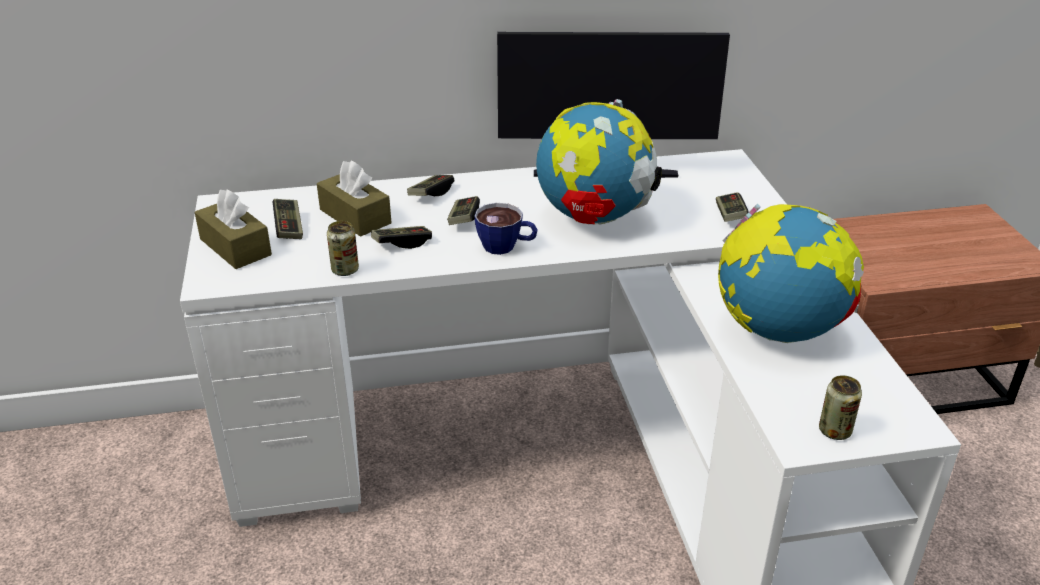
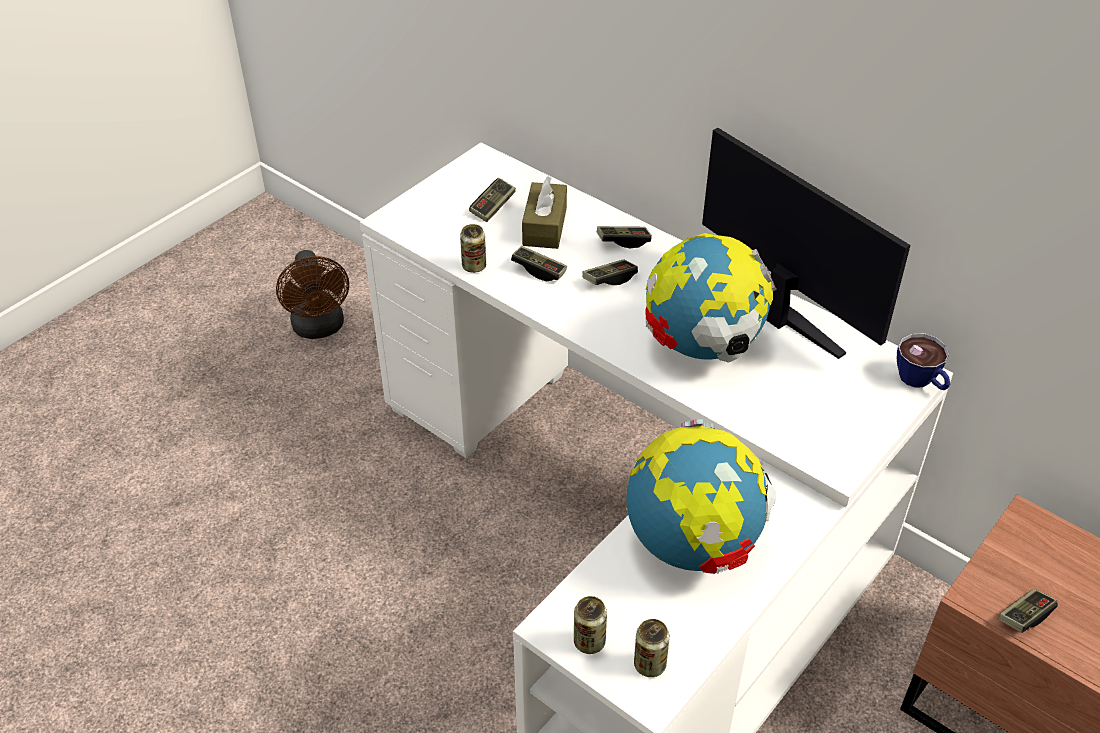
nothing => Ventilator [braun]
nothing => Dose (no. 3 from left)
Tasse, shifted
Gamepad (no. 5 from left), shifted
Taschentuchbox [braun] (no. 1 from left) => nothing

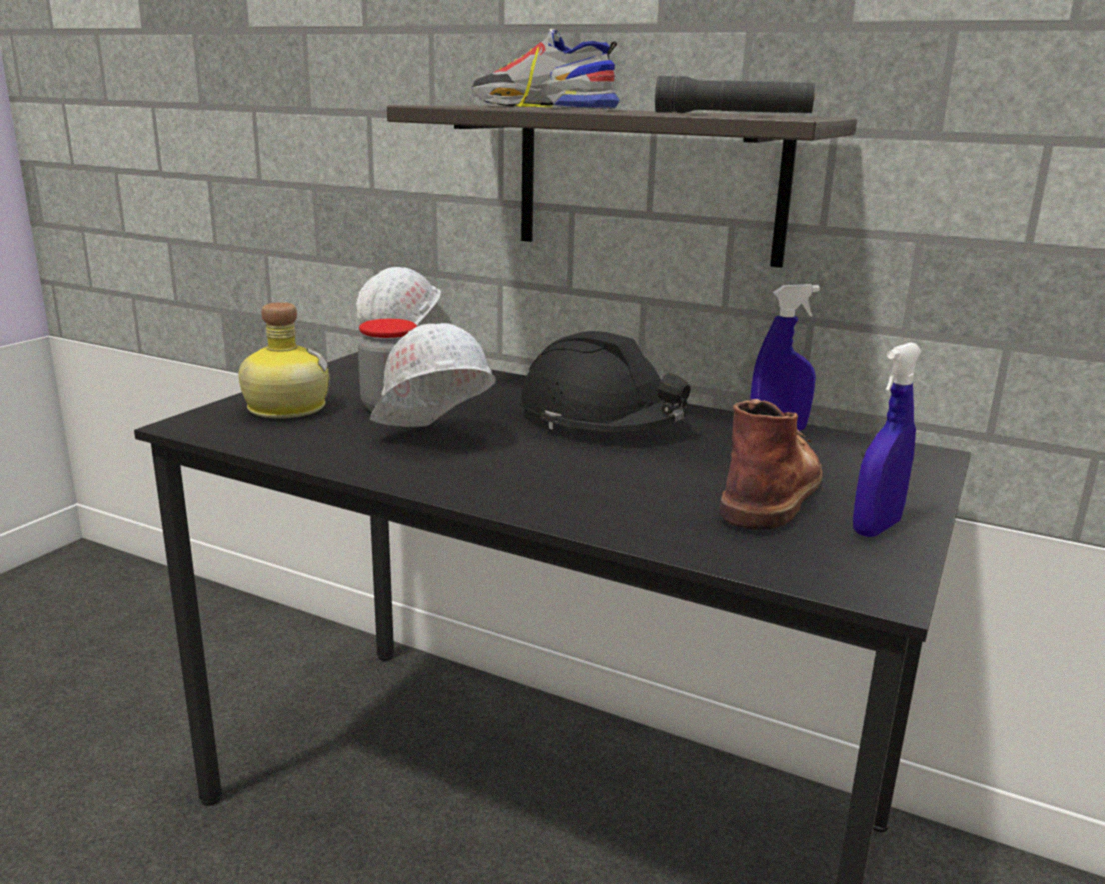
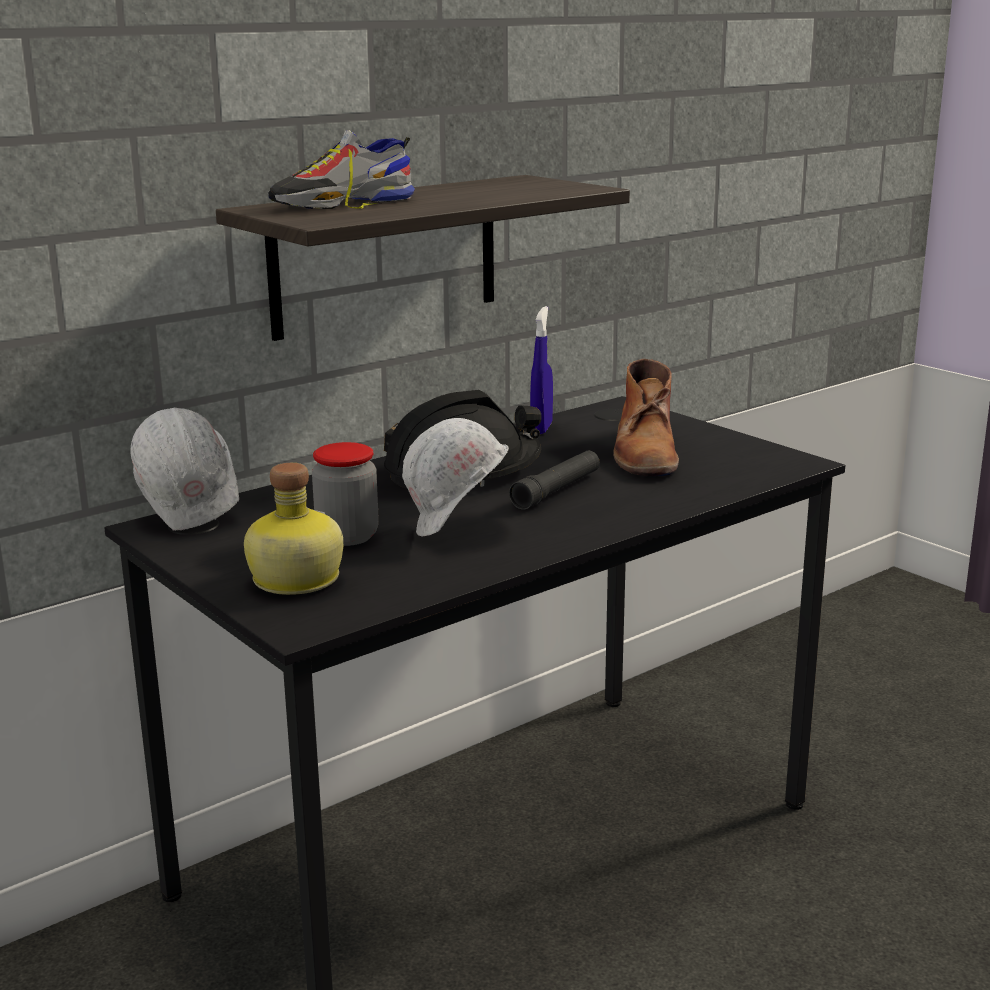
Taschenlampe [schwarz], shifted
Stiefel [braun], 135 degrees counterclockwise
Sprühflasche [blau] (no. 2 from left) => nothing

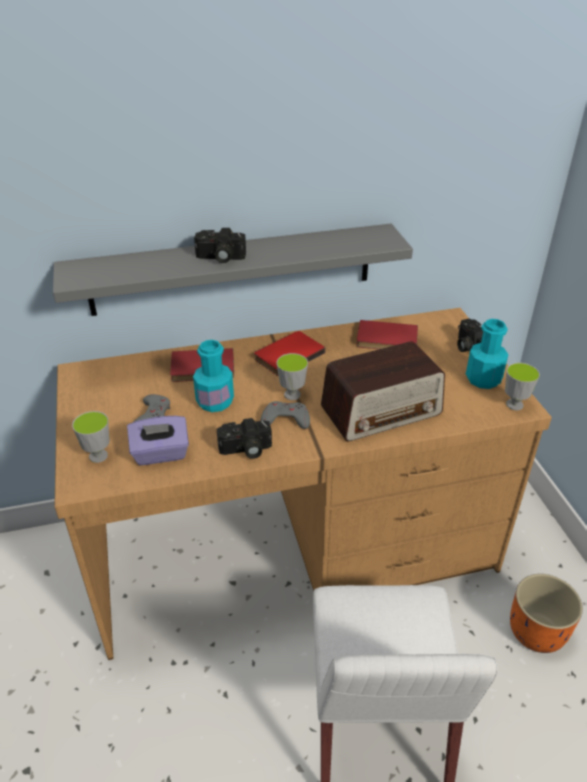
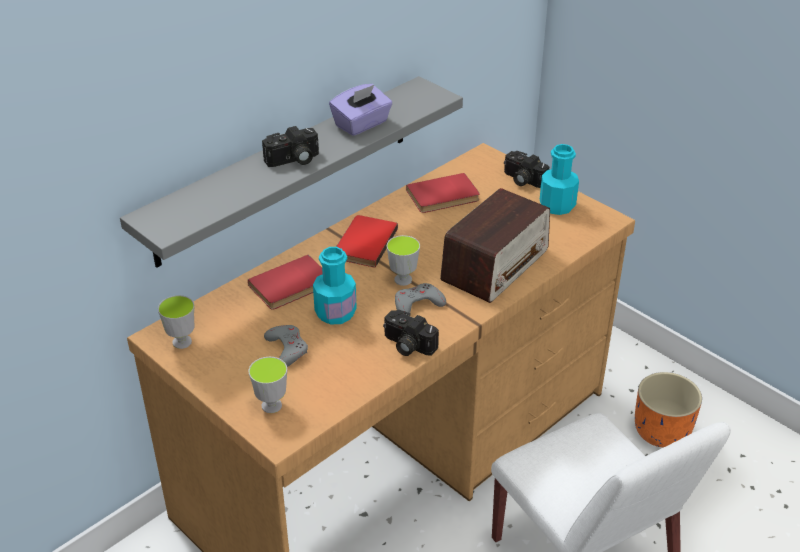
Tasse (no. 3 from left in the first image) => Tasse (no. 1 from left), shifted
Taschentuchbox [lila], shifted
Kamera (no. 2 from left), 75 degrees clockwise

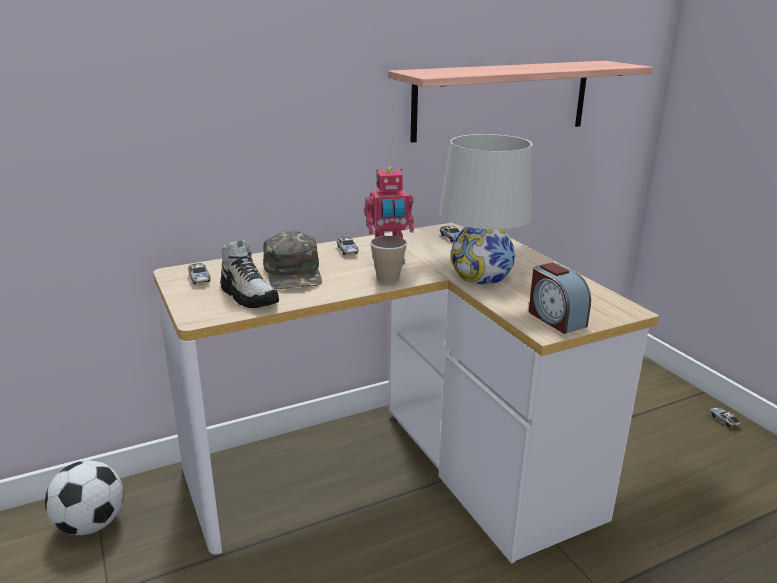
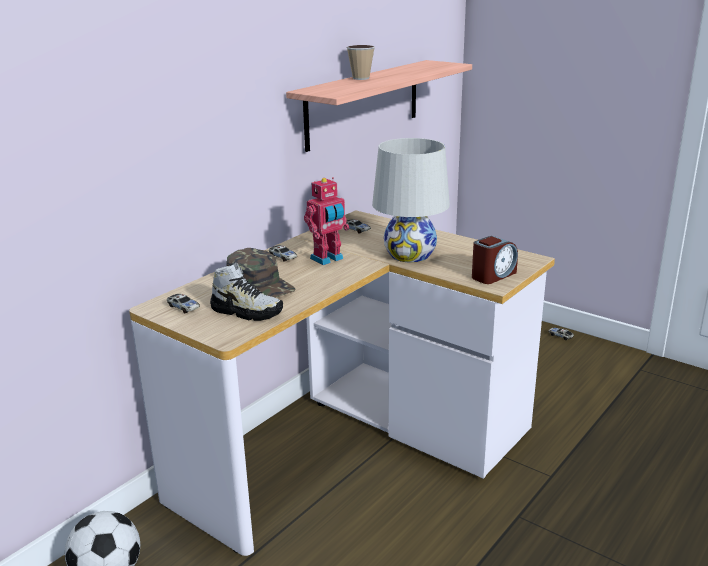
Tasse, shifted
Wecker, 75 degrees counterclockwise

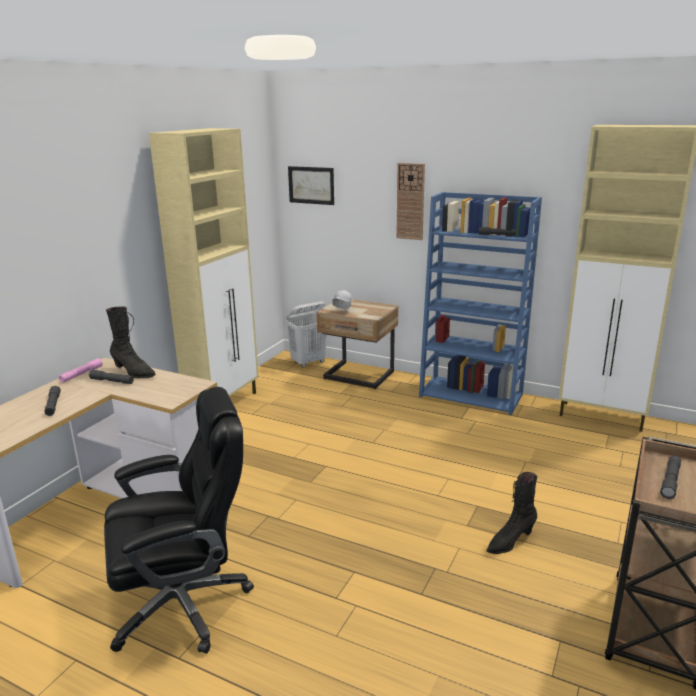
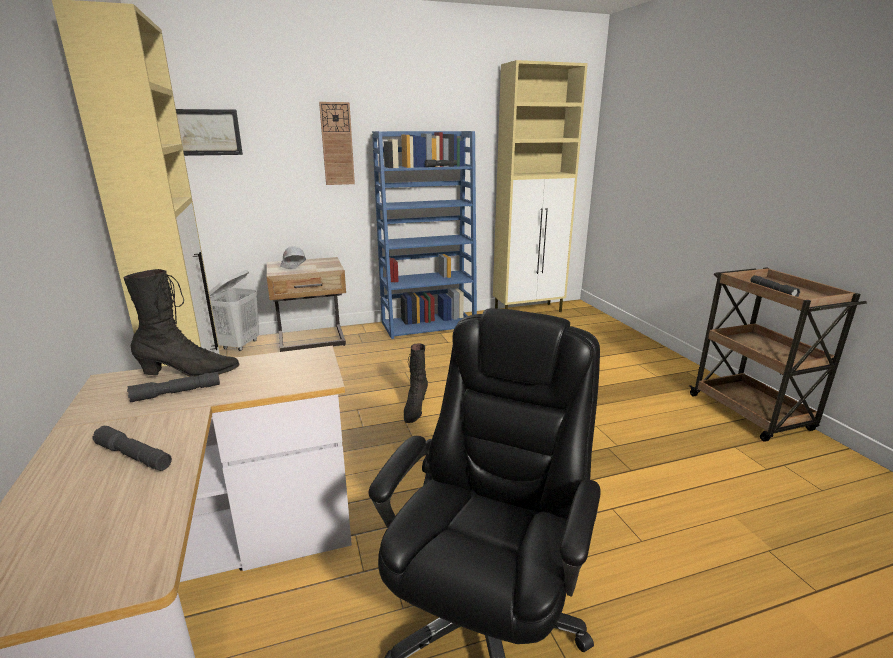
Stiefel [schwarz] (no. 2 from left), shifted
Taschenlampe [rosa] => nothing

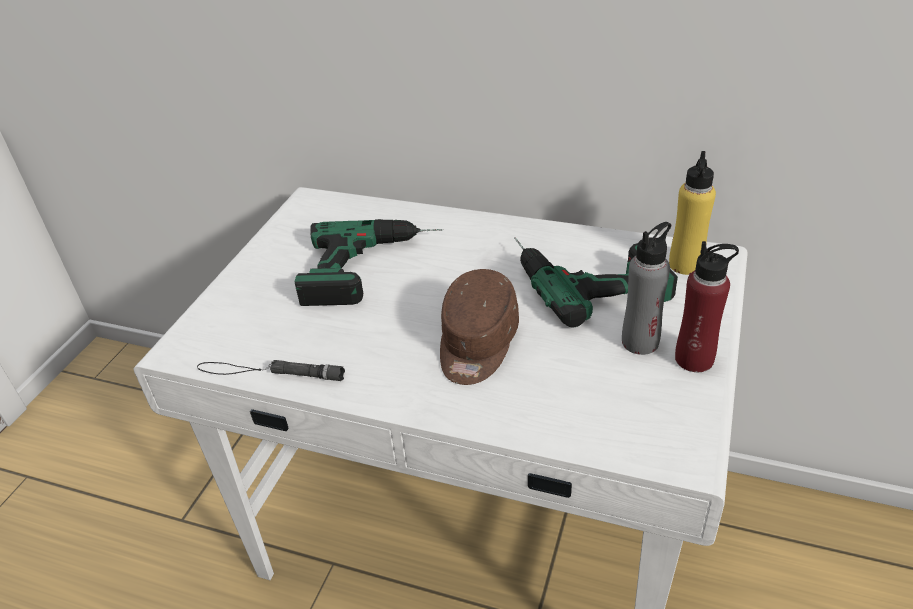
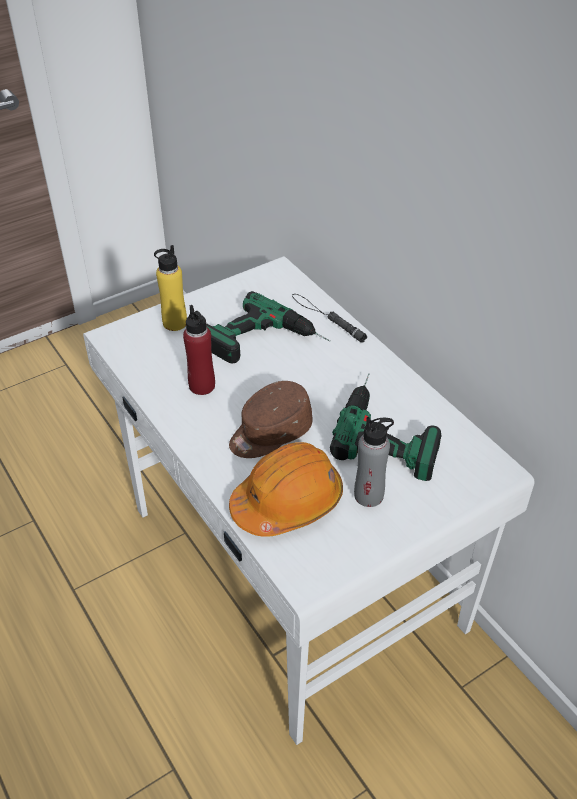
Flasche [gelb], shifted
Flasche [rot], shifted
nothing => Schutzhelm [orange]
Taschenlampe [schwarz], shifted

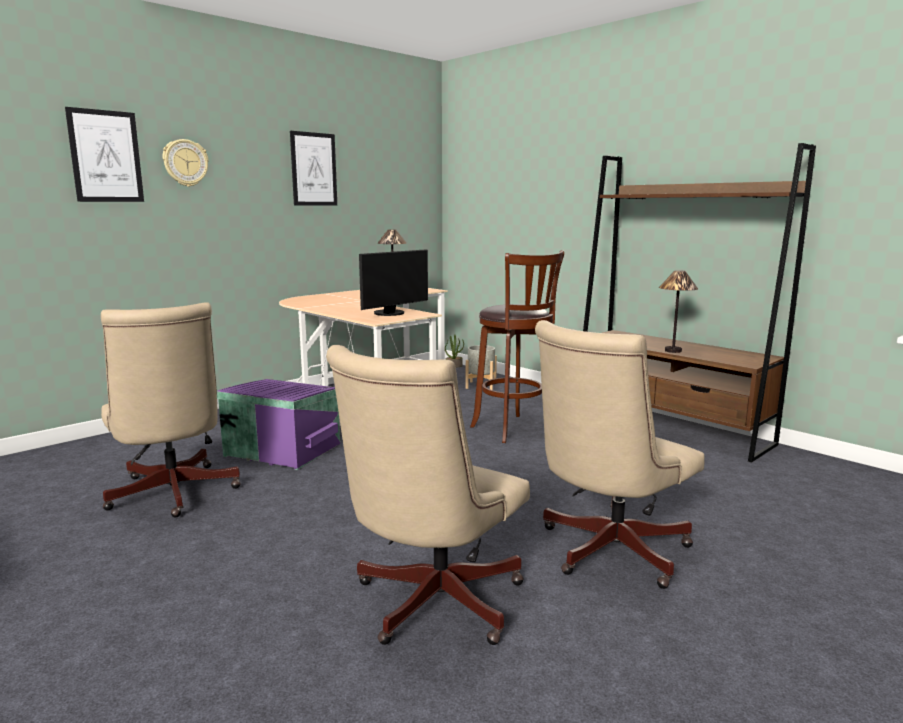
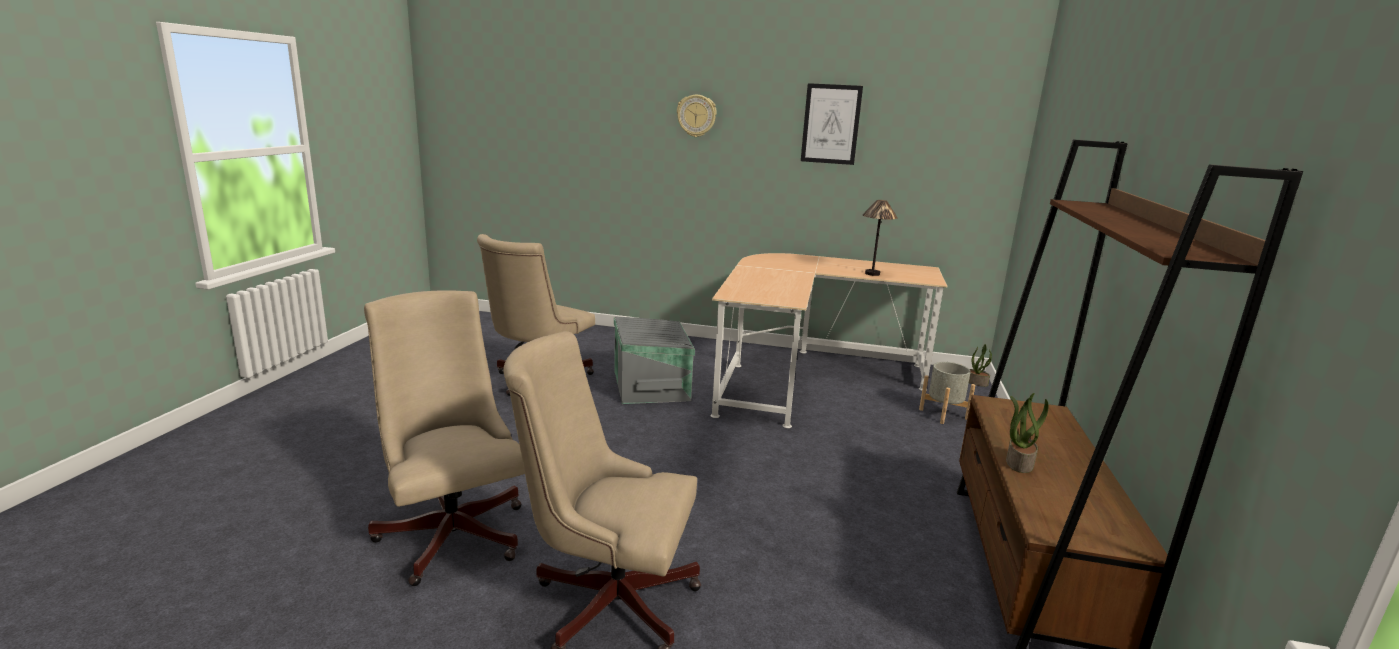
Bürostuhl [beige] (no. 2 from left in the first image) => Bürostuhl [beige] (no. 1 from left), 60 degrees clockwise
Aufbewahrungsbox [lila] => Aufbewahrungsbox [grau]
Tischlampe (no. 2 from left) => Topfpflanze (no. 2 from left)
Bild (no. 1 from left) => nothing
Monitor => nothing
Hocker [braun] => nothing

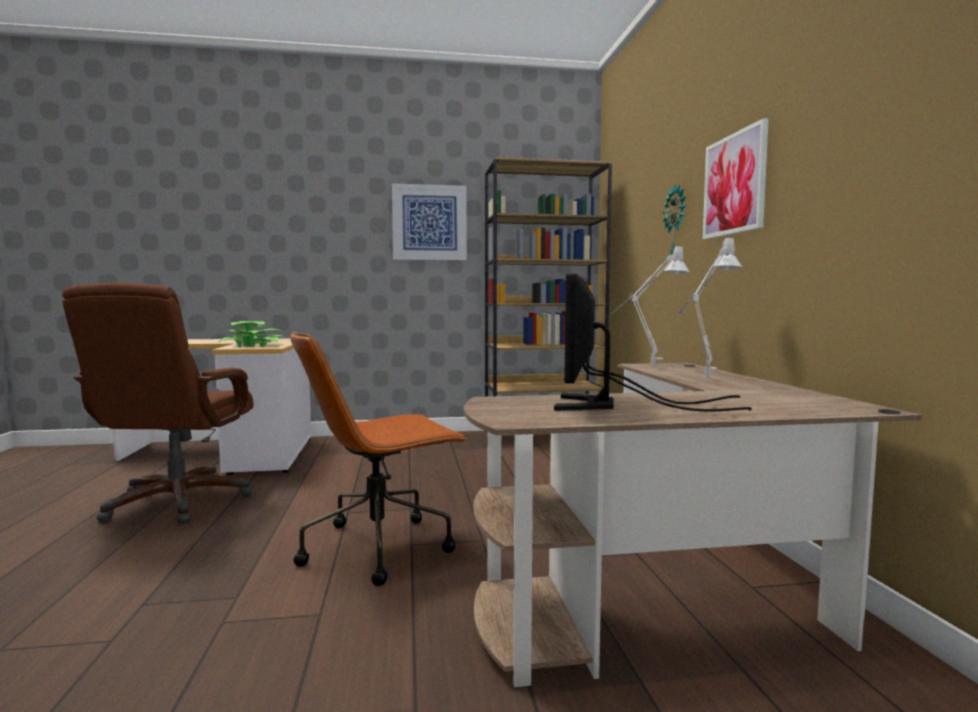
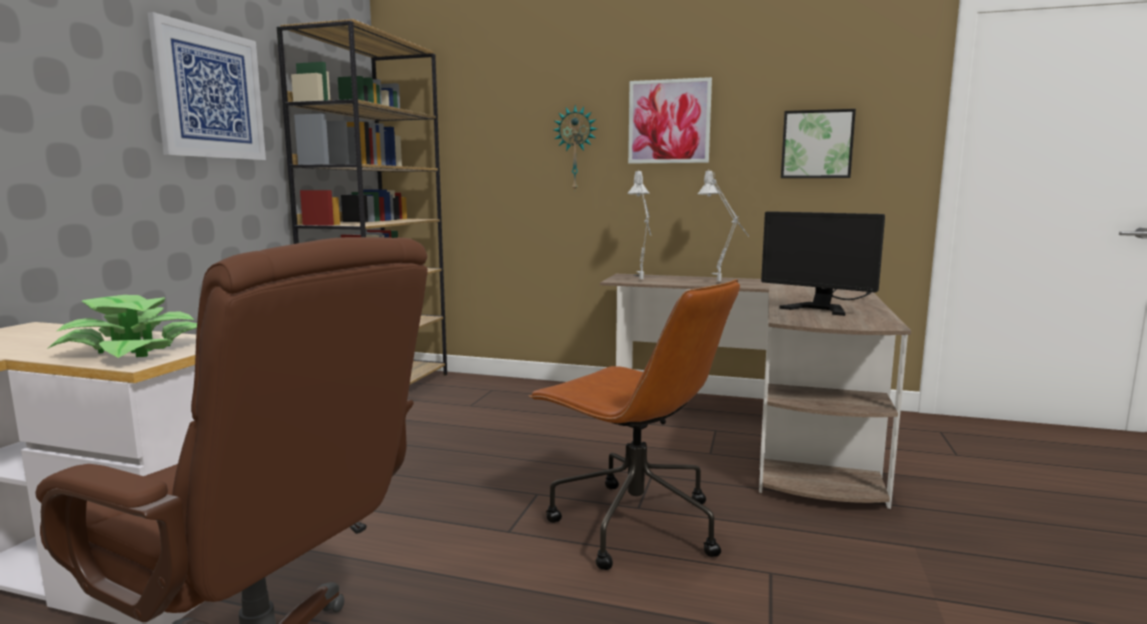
Bürostuhl [braun] (no. 2 from left), 45 degrees counterclockwise
nothing => Bild (no. 3 from left)

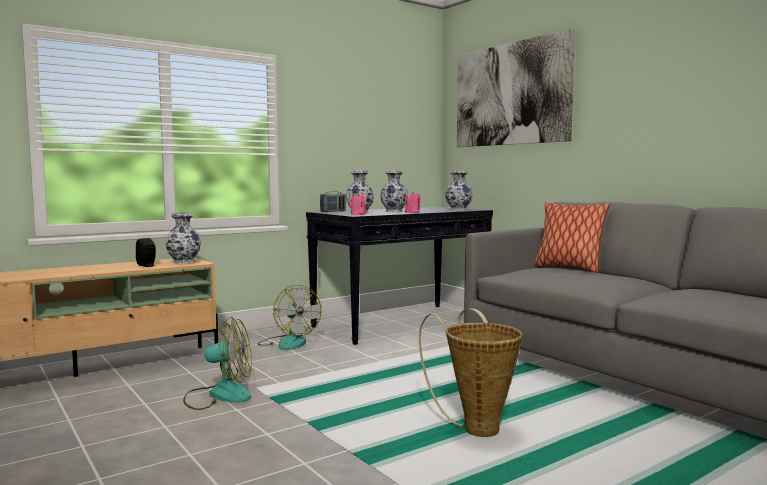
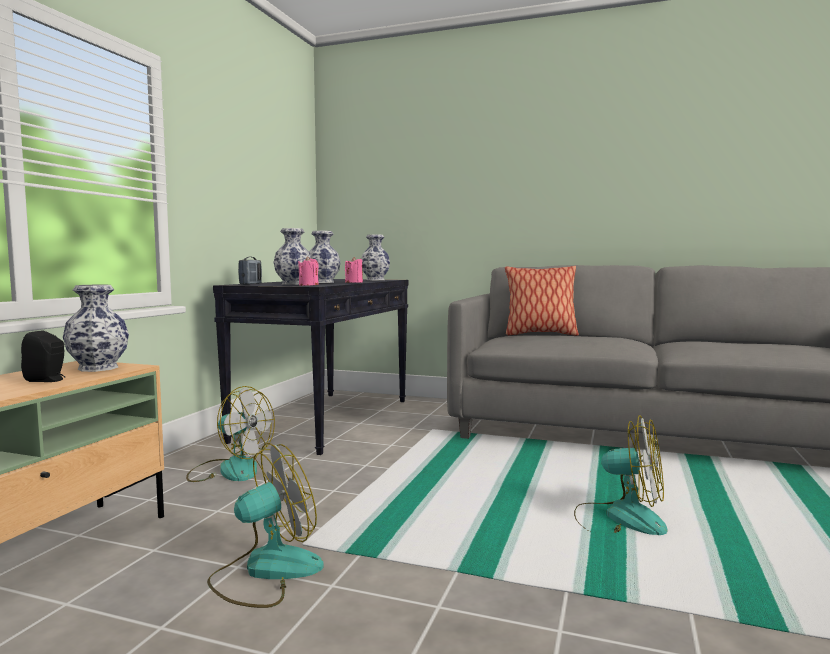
Korb => Ventilator (no. 3 from left)
Bild => nothing

